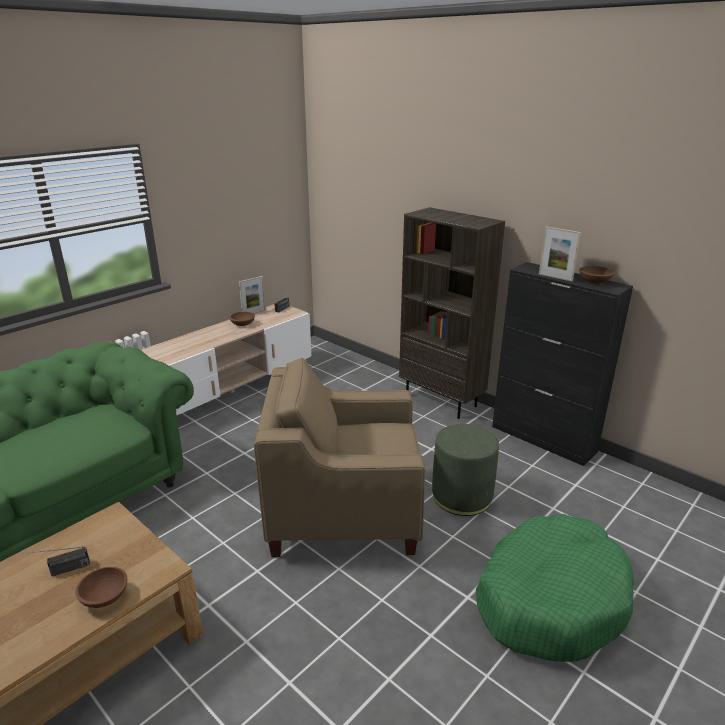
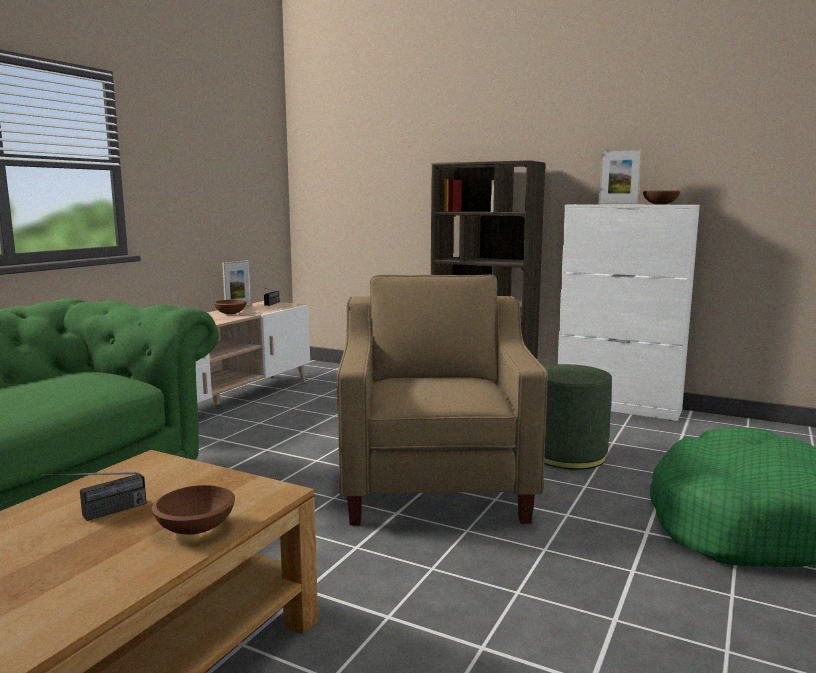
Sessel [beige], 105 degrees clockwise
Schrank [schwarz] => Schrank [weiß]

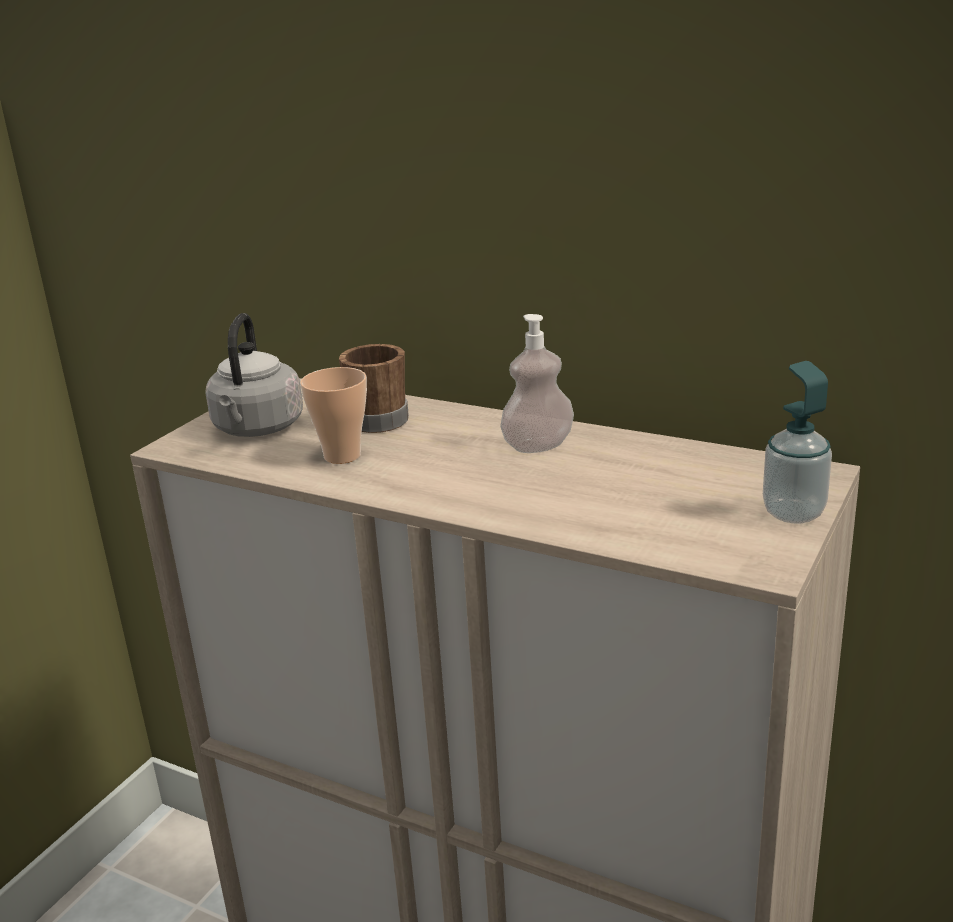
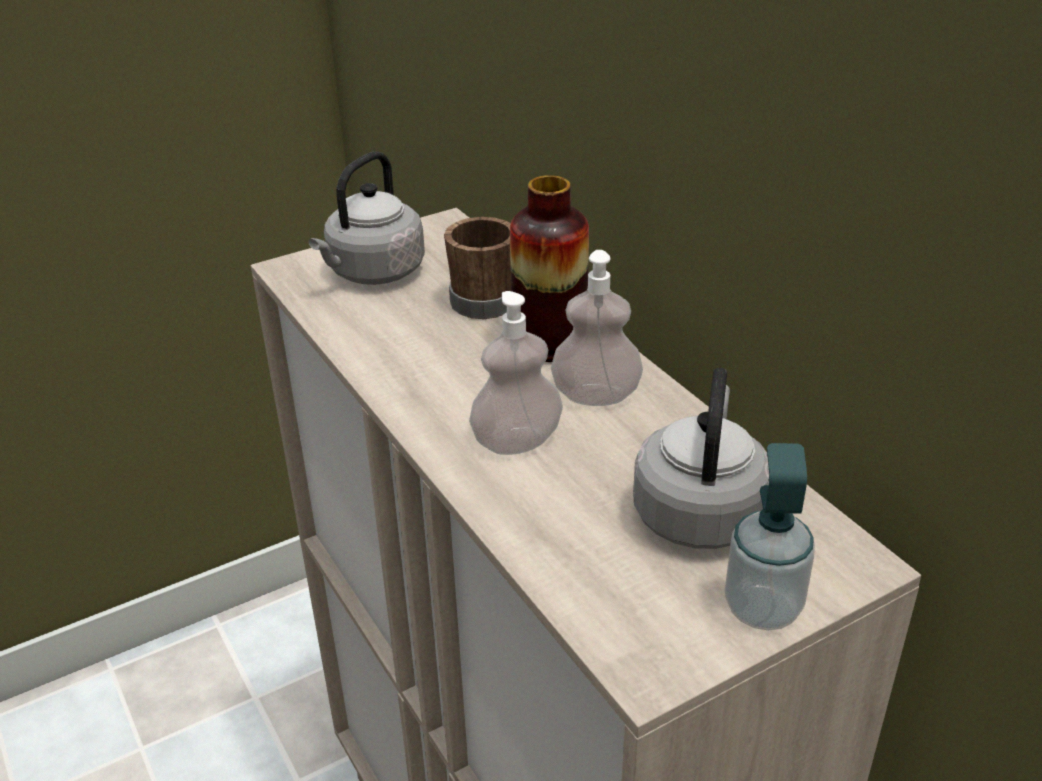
nothing => Seifenspender (no. 1 from left)
nothing => Vase
nothing => Wasserkessel [grau] (no. 2 from left)
Tasse => nothing

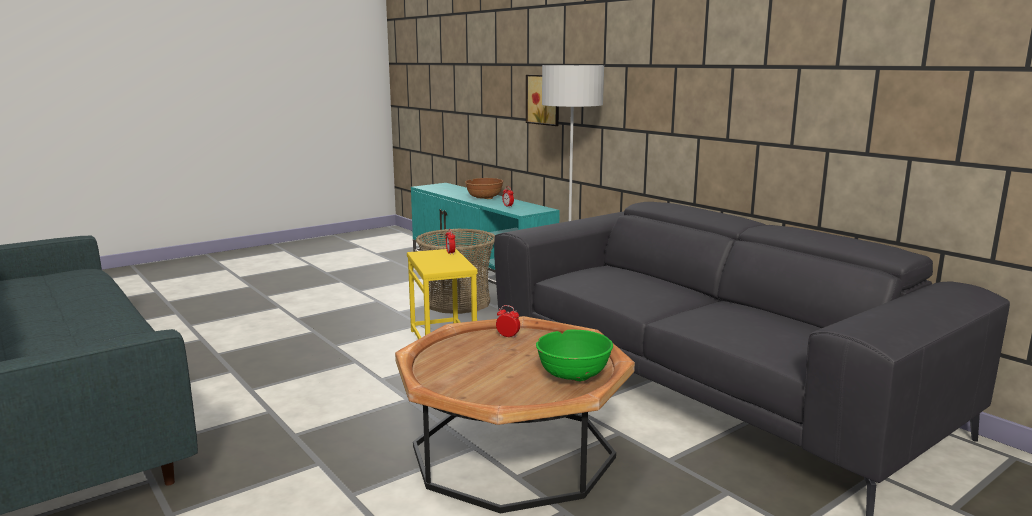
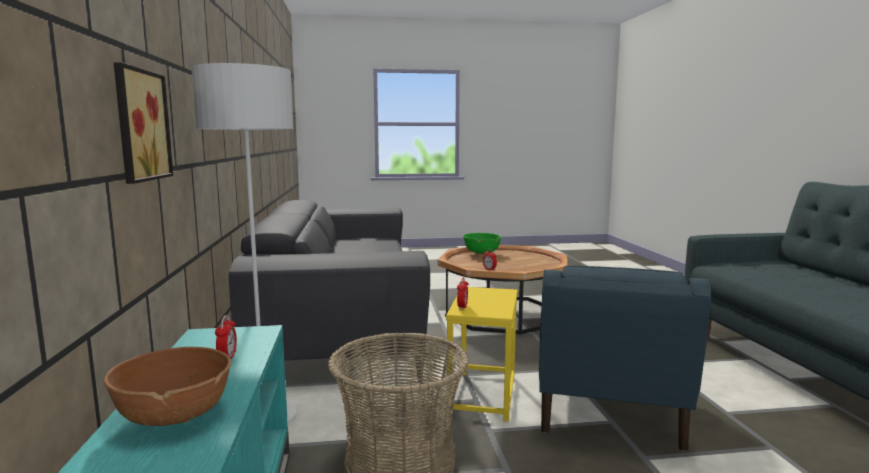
nothing => Sessel [blau]

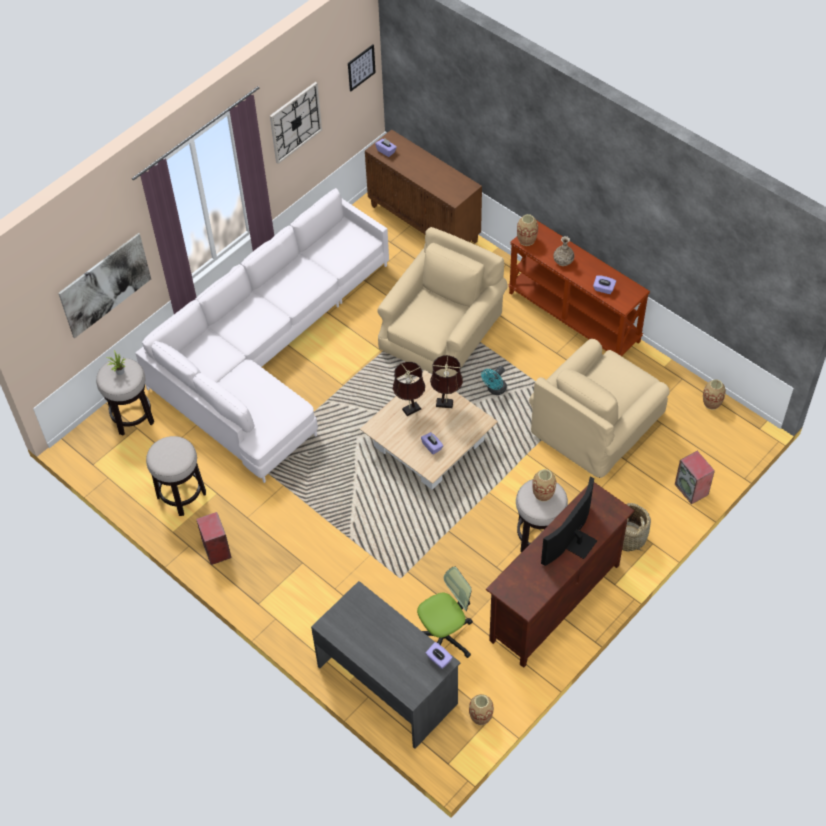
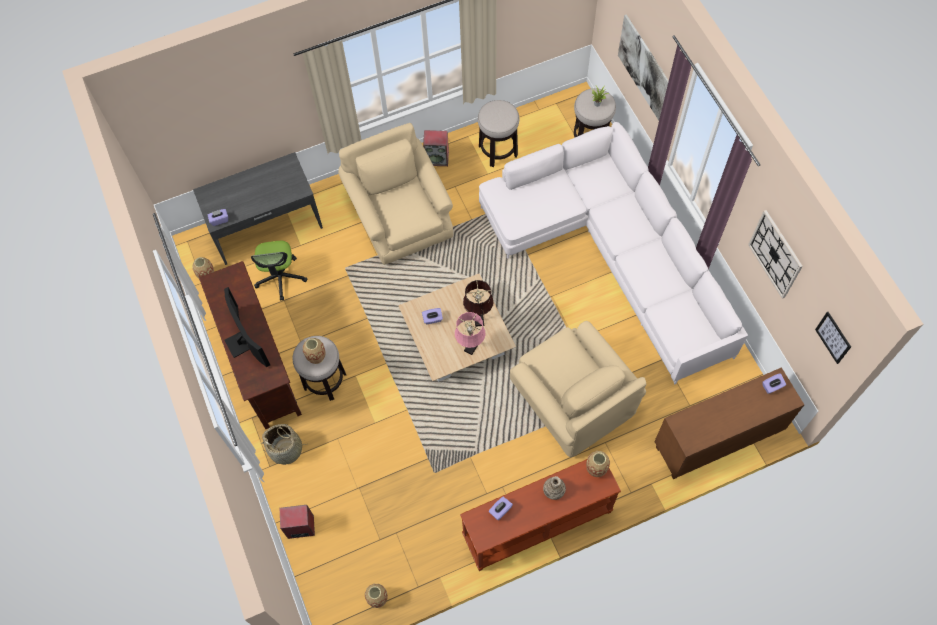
Sessel [beige] (no. 2 from left in the first image) => Sessel [beige] (no. 1 from left), shifted
Tischlampe [braun] (no. 2 from left) => Tischlampe [rosa]
Ventilator [türkis] => nothing

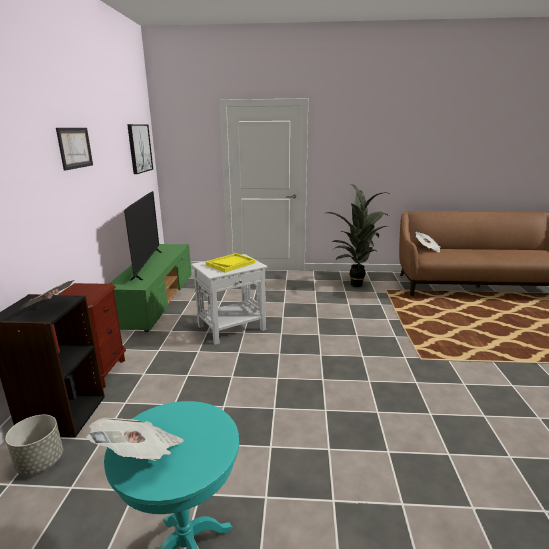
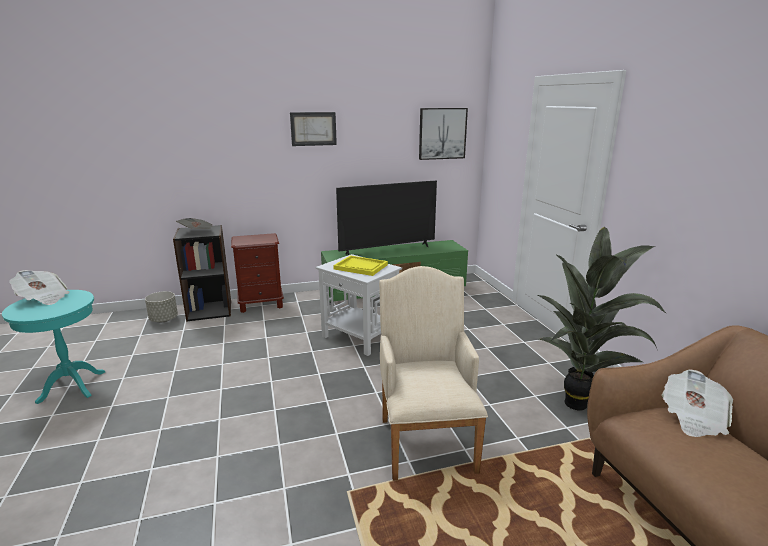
nothing => Sessel [beige]

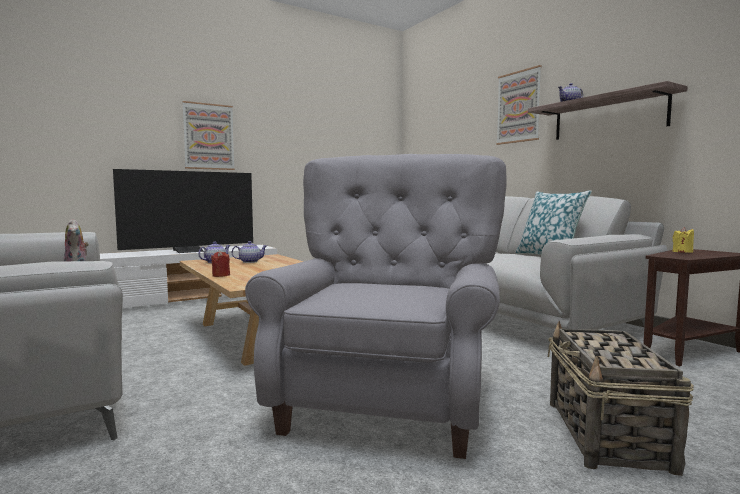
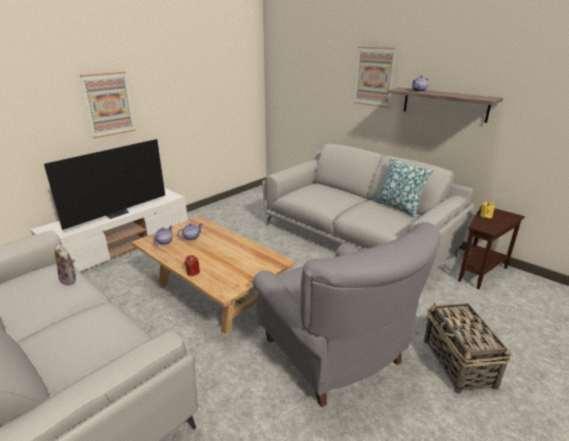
Sessel [grau], 150 degrees clockwise

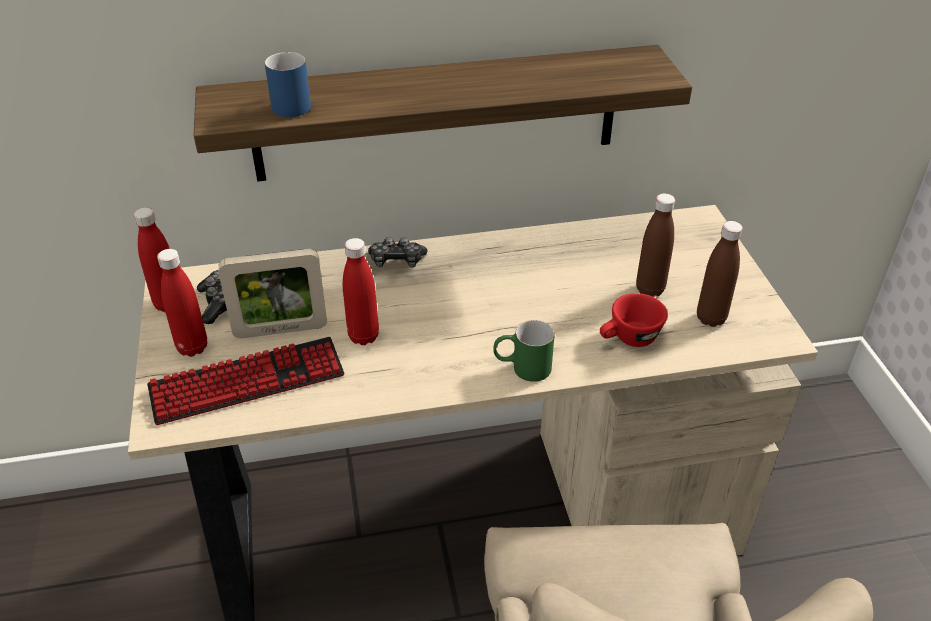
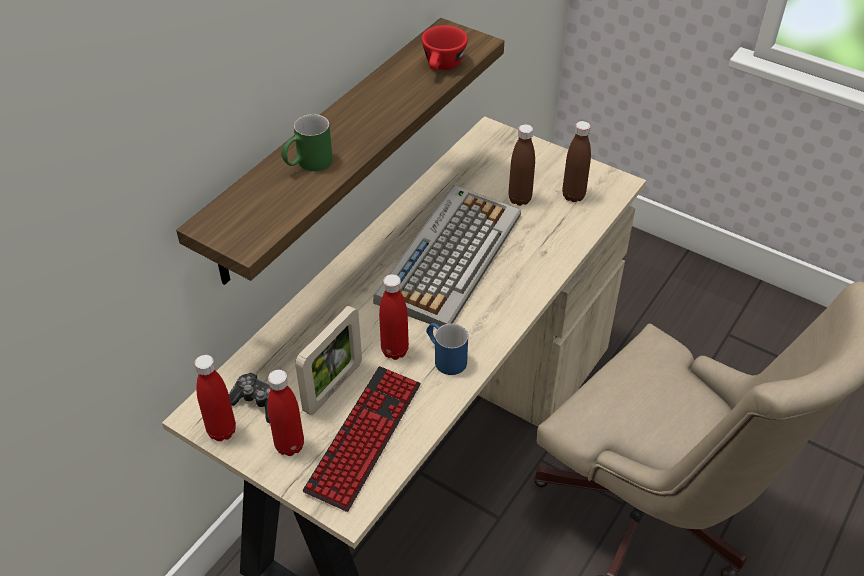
Henkelbecher [grün], shifted
nothing => Tastatur (no. 2 from left)
Tasse [rot], shifted
Henkelbecher [blau], shifted
Gamepad (no. 2 from left) => nothing

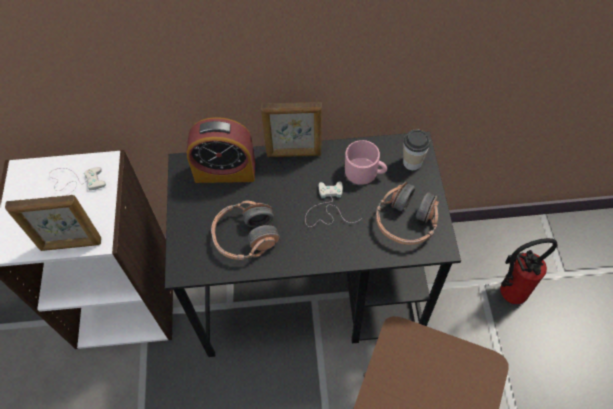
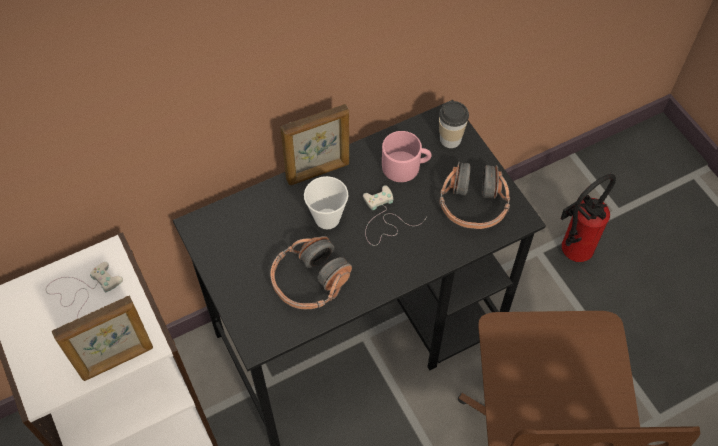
nothing => Tasse (no. 1 from left)
Wecker => nothing

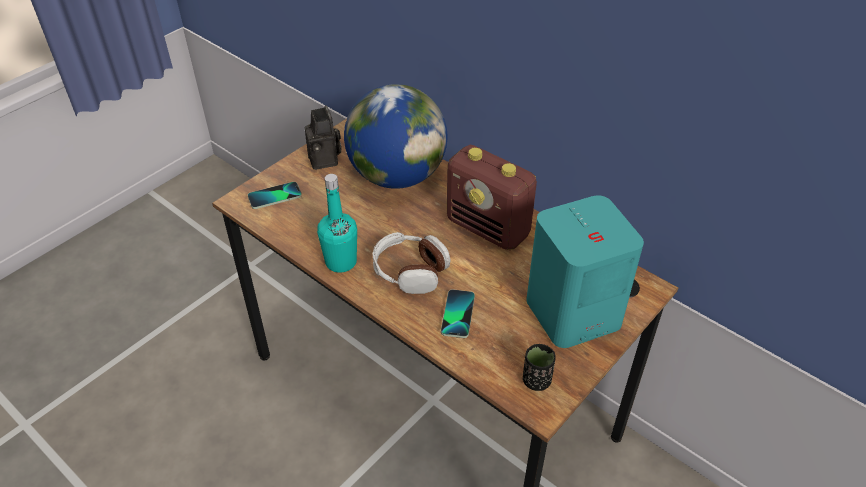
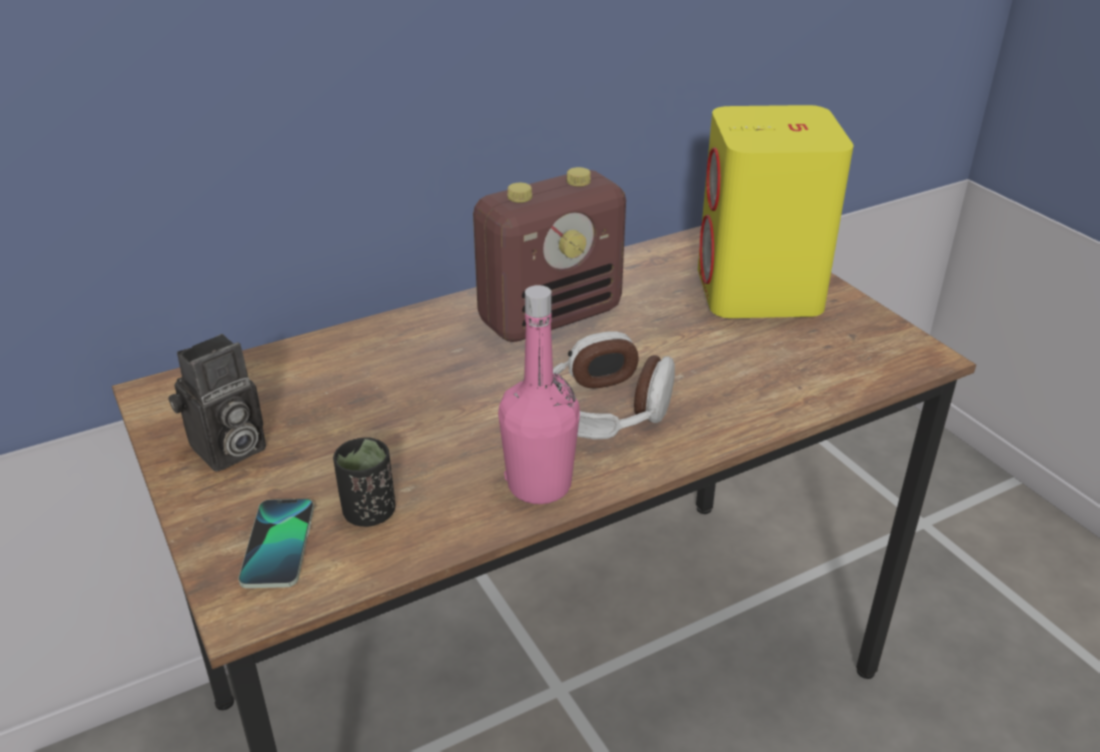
Kamera, 135 degrees clockwise
Tasse [schwarz], shifted
Flasche [türkis] => Flasche [rosa]
Lautsprecher [türkis] => Lautsprecher [gelb]
Globus => nothing
Handy (no. 2 from left) => nothing

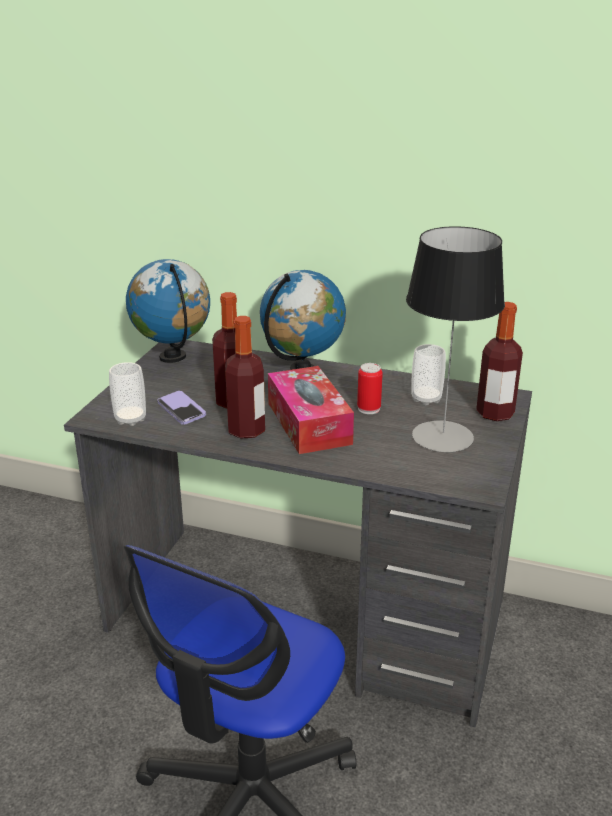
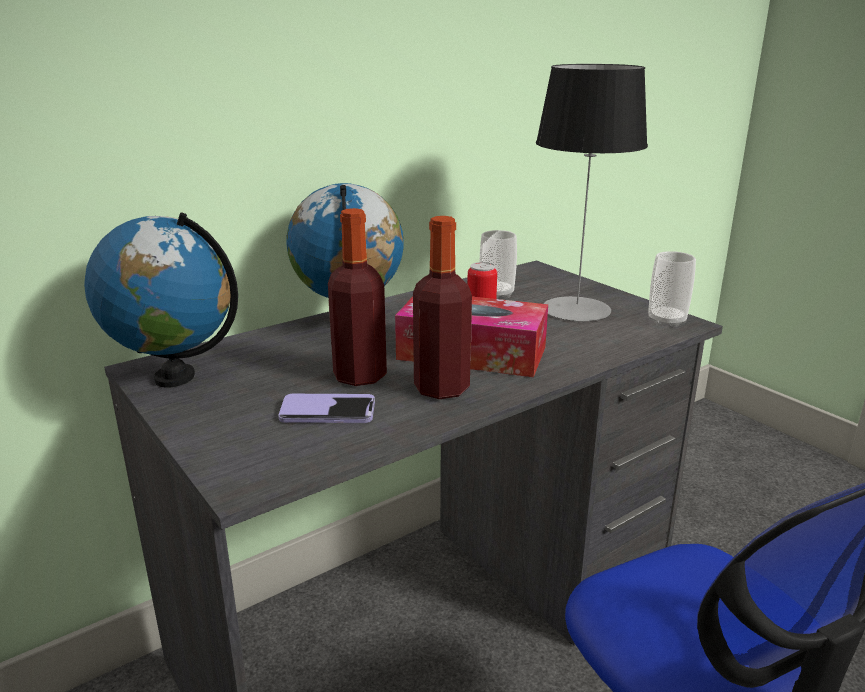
Tasse (no. 1 from left in the first image) => Tasse (no. 2 from left), shifted
Flasche (no. 3 from left) => nothing

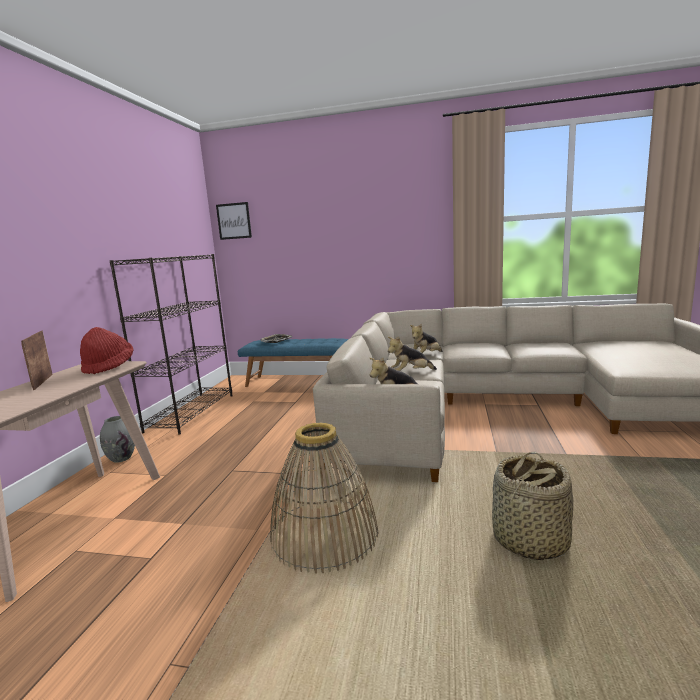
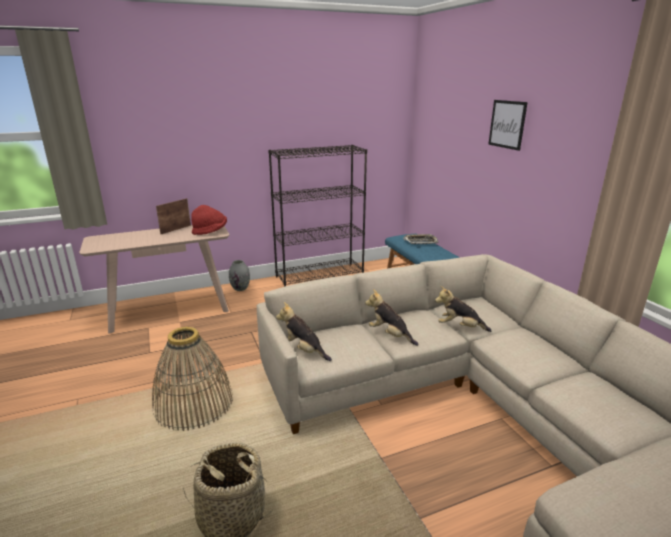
Bild, shifted

